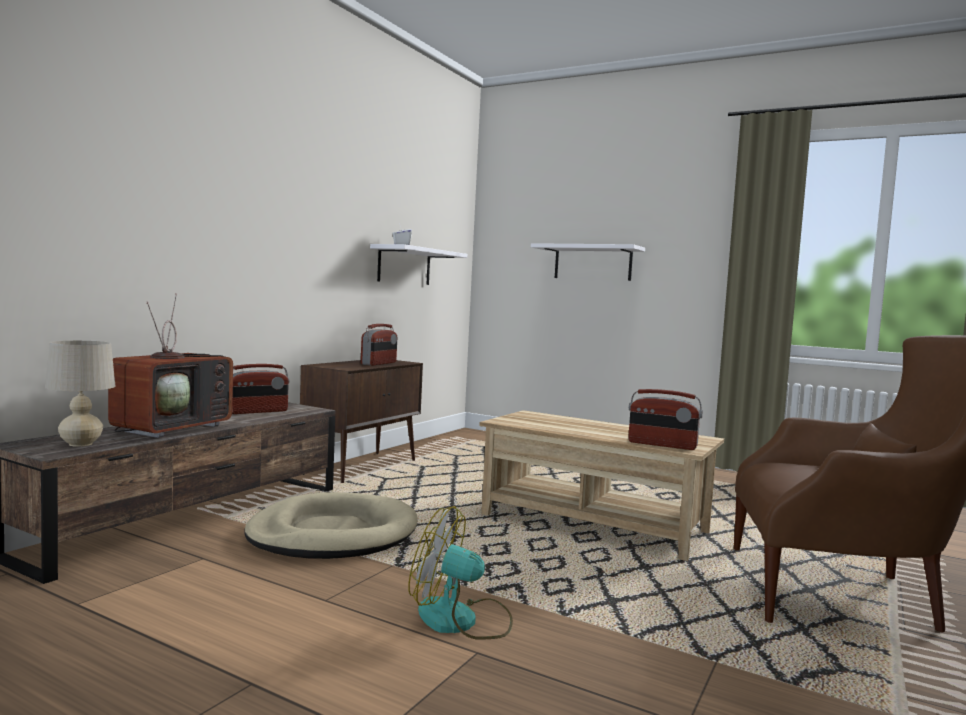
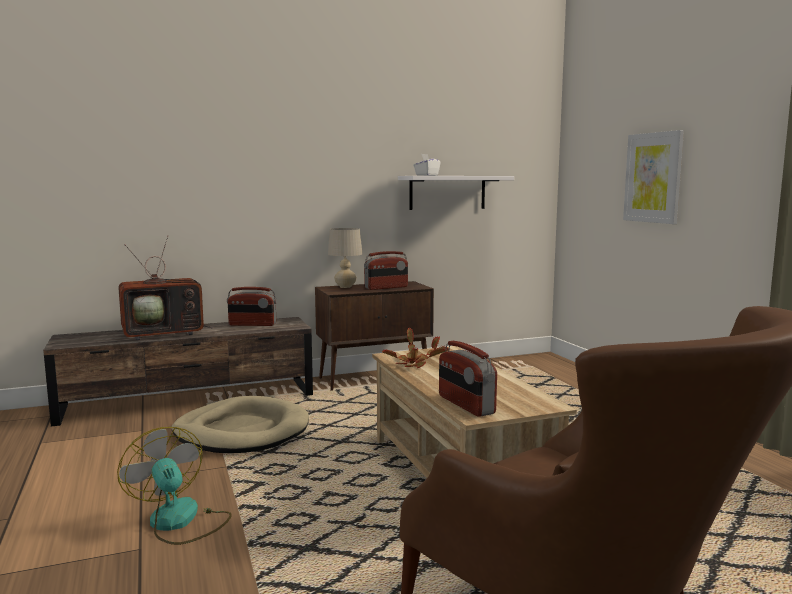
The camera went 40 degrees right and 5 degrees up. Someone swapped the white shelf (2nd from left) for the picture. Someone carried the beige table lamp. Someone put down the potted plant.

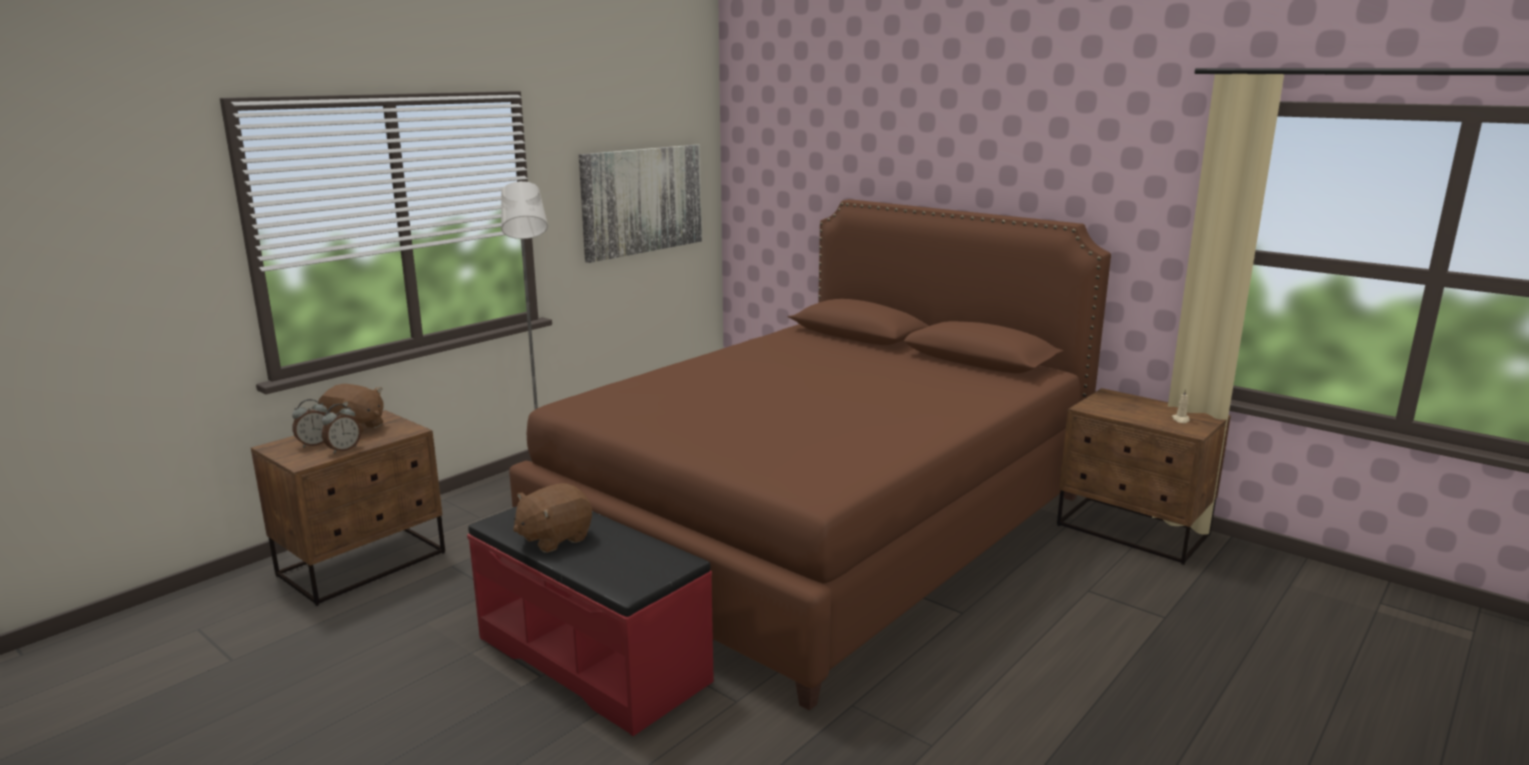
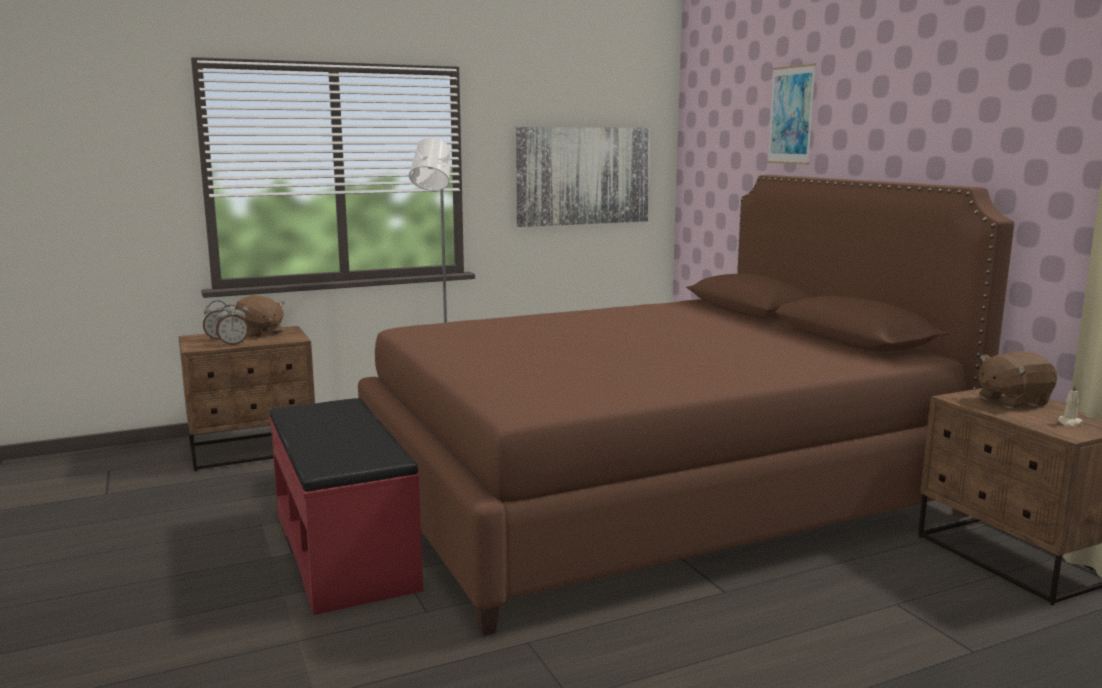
The camera went 25 degrees right and 5 degrees down. Someone carried the brown plush toy (2nd from left). Someone put up the picture (2nd from left).

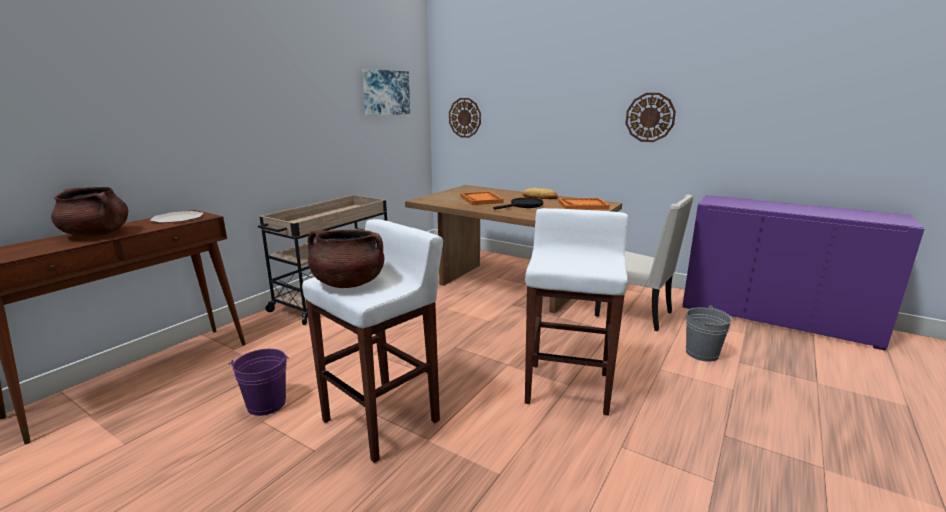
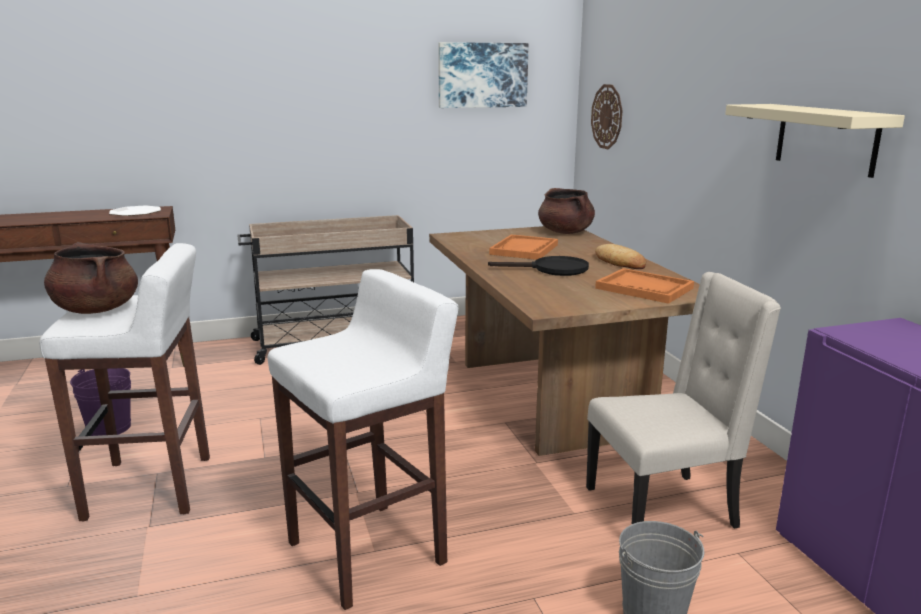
The camera went 40 degrees right and 0 degrees up. Someone swapped the wall clock (2nd from left) for the beige shelf. Someone carried the brown cooking pot (1st from left in the first image). Someone rotated the beige chair by 90 degrees counterclockwise.

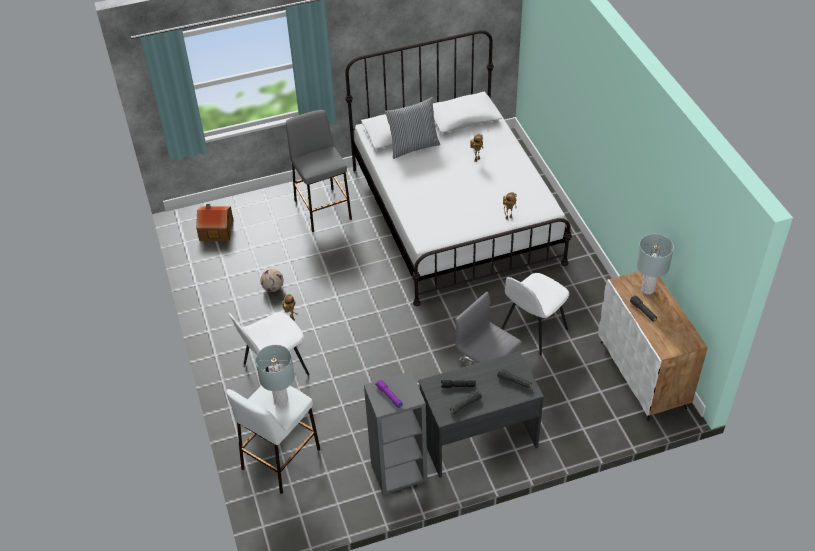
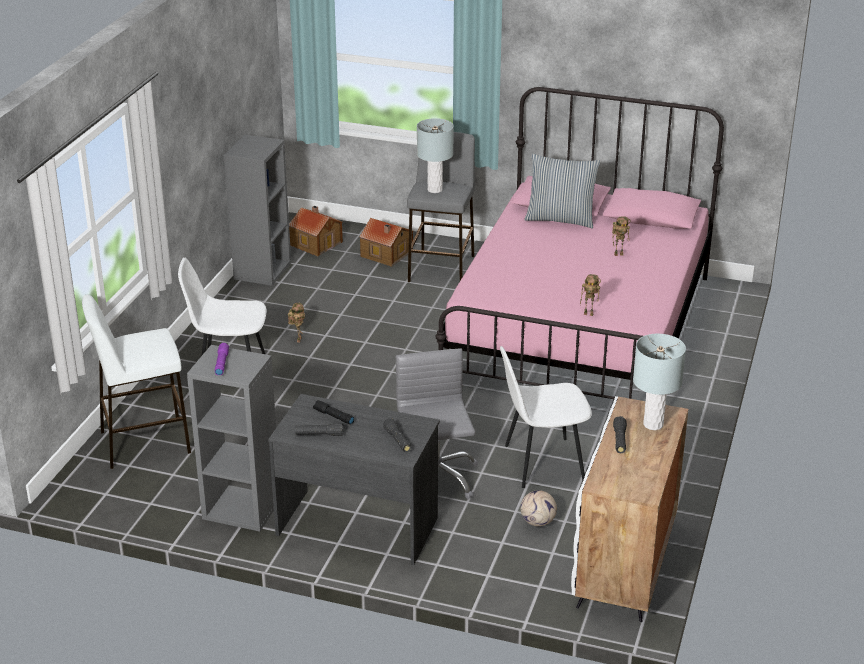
The camera went 35 degrees right and 15 degrees down. Someone repainted the white bed, which became the pink bed. Someone carried the football. Someone carried the grey table lamp (1st from left). Someone put down the grey bookcase (2nd from left). Someone put down the toy house (2nd from left).

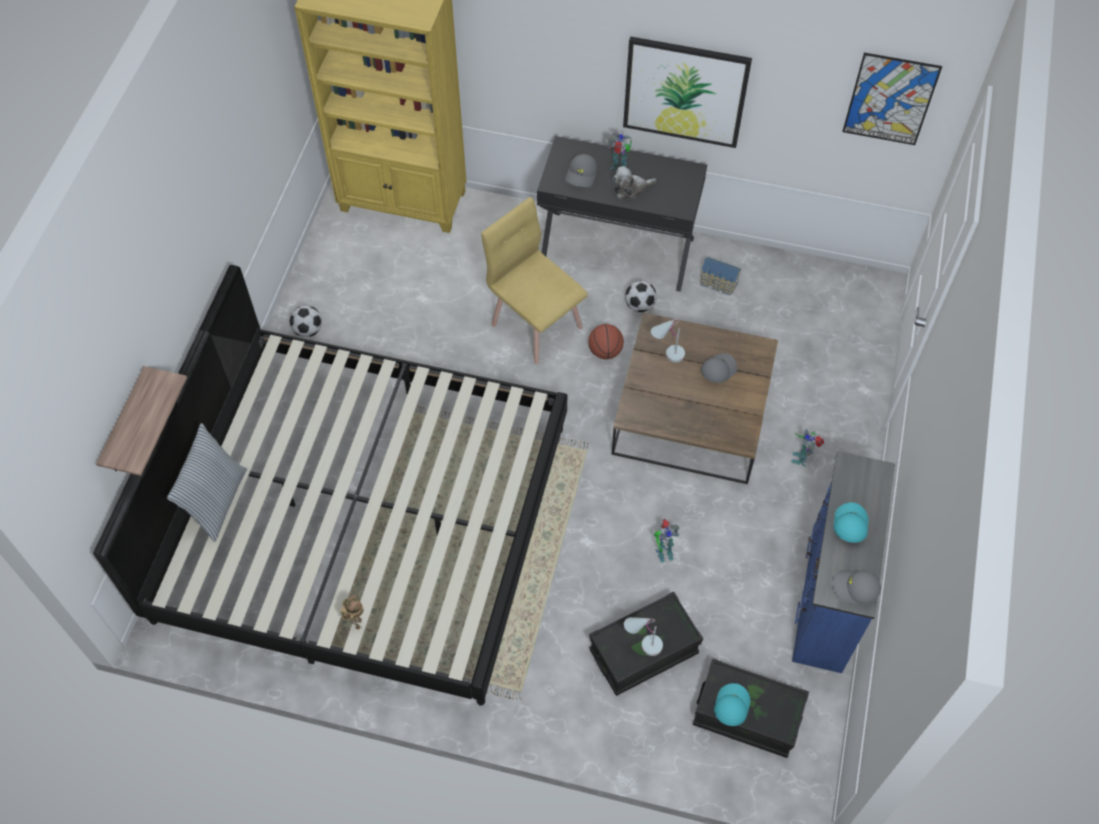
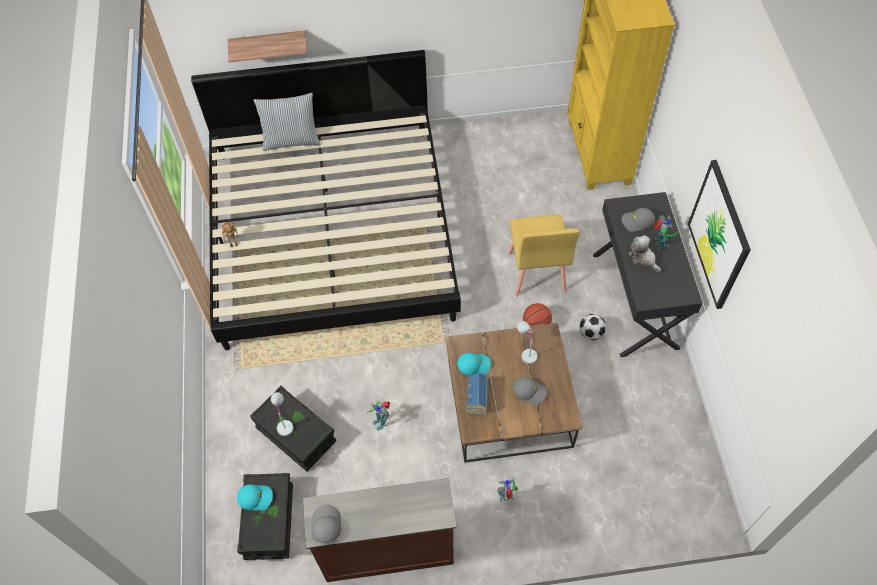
The camera went 70 degrees right and 0 degrees up. Someone took away the picture (2nd from left). Someone rotated the yellow chair by 150 degrees clockwise. Someone carried the toy house. Someone took away the football (1st from left). Someone repainted the blue dresser, which became the brown dresser. Someone carried the turquoise cap (2nd from left).

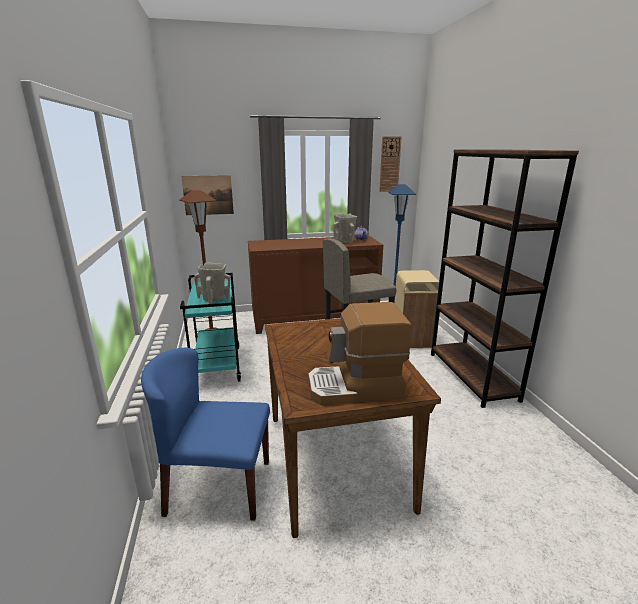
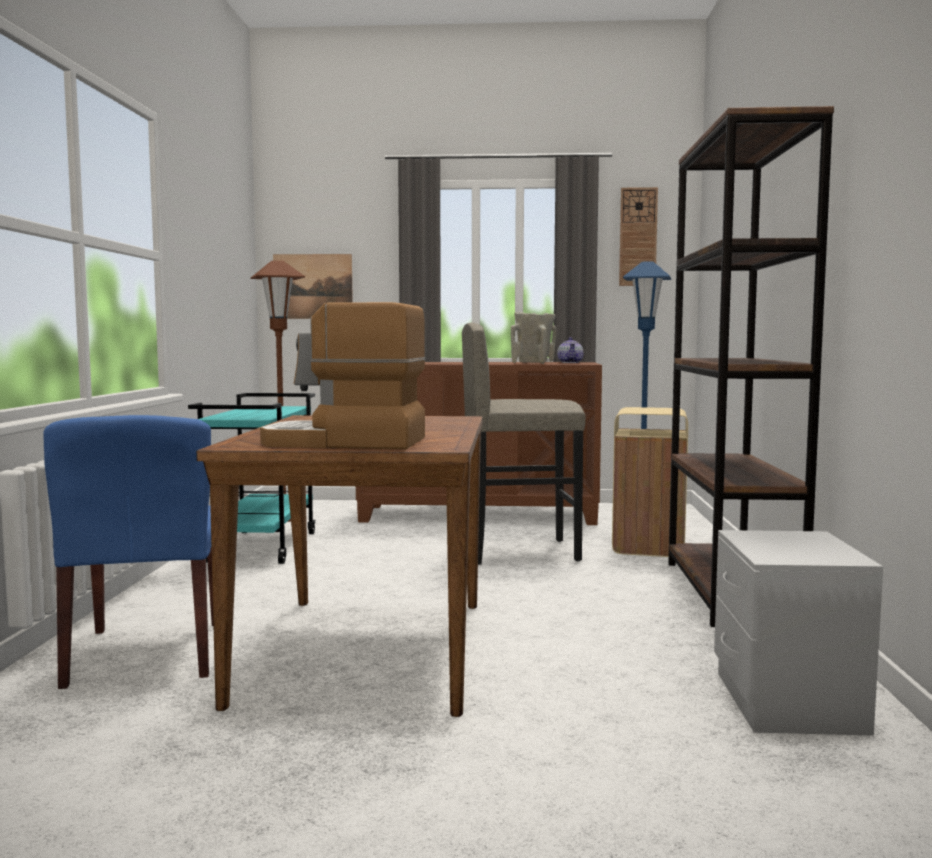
The camera went 15 degrees right and 15 degrees down. Someone took away the beige vase (1st from left). Someone rotated the blue chair by 120 degrees counterclockwise. Someone put down the grey nightstand.

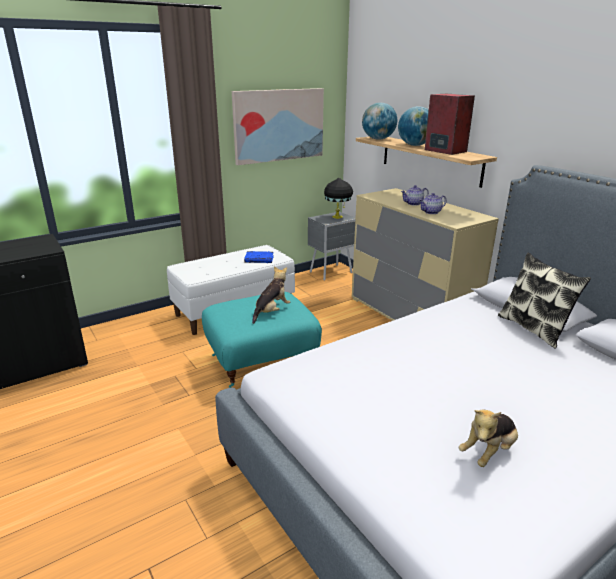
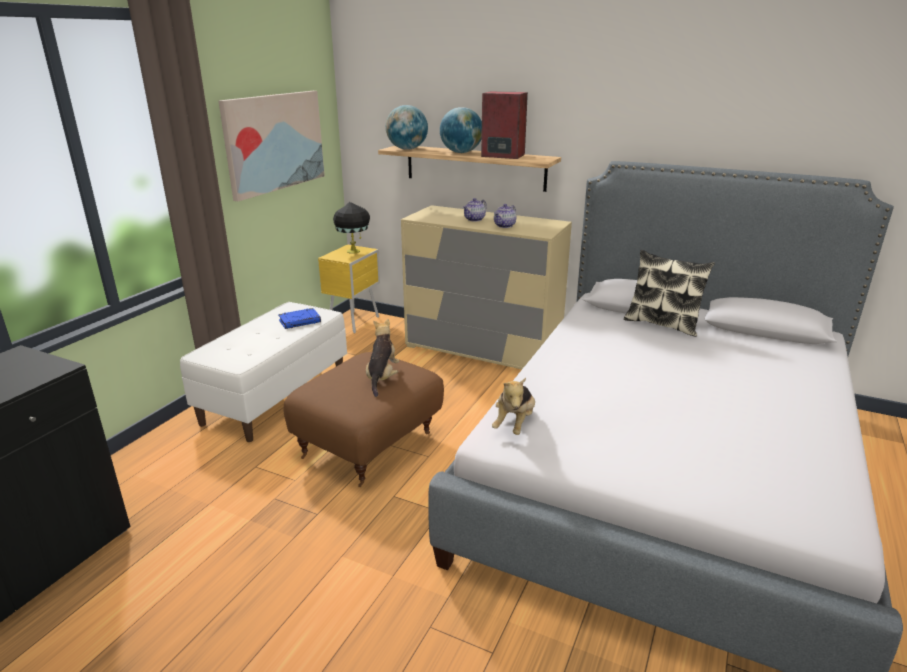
The camera went 30 degrees left and 0 degrees up. Someone repainted the grey nightstand, which became the yellow nightstand. Someone repainted the turquoise ottoman, which became the brown ottoman. Someone carried the plush toy (2nd from left).

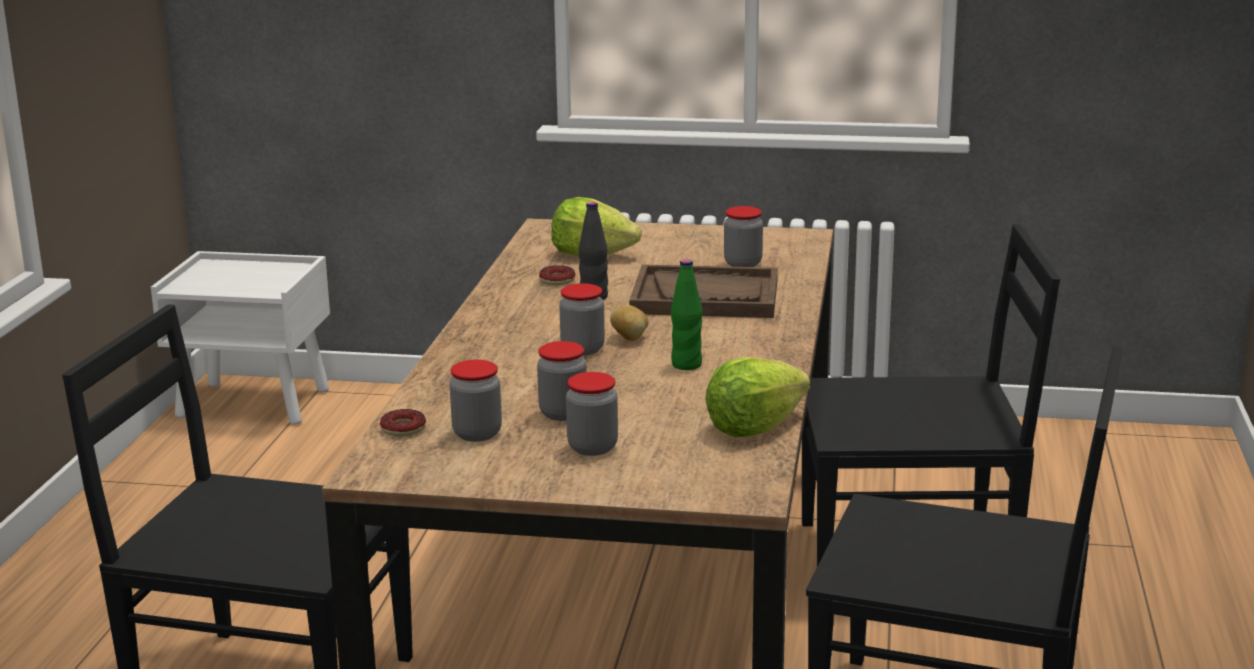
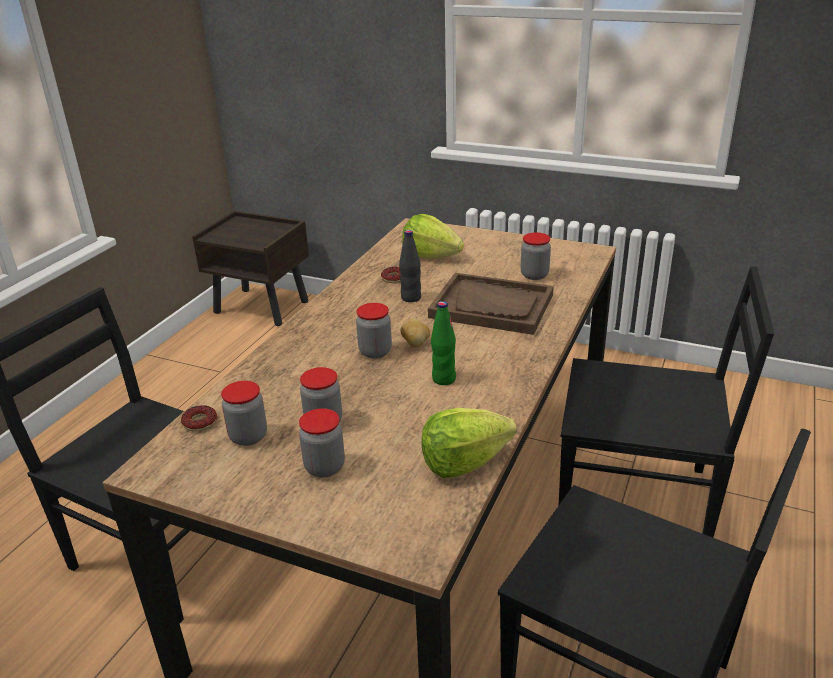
The camera went 15 degrees right and 10 degrees up. Someone repainted the white nightstand, which became the brown nightstand.

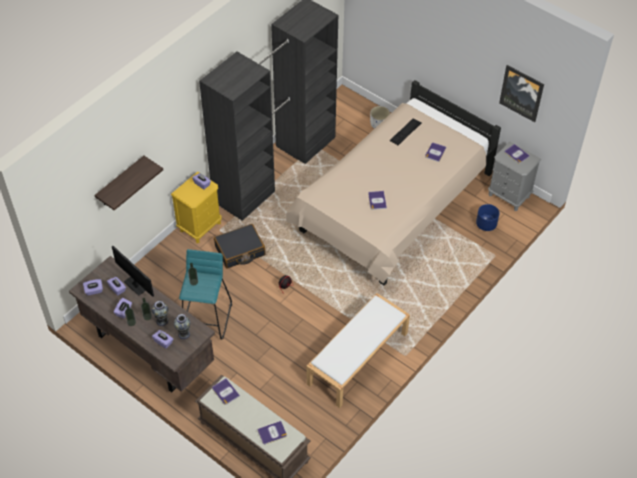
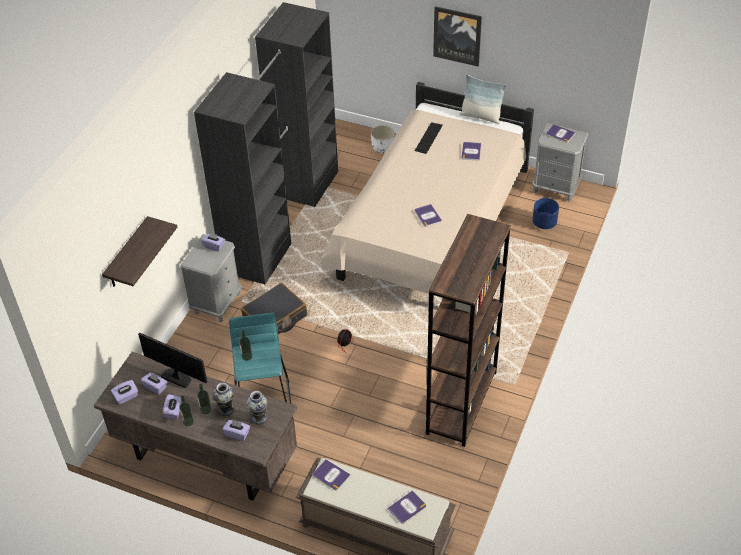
The camera went 15 degrees left and 5 degrees down. Someone carried the picture. Someone repainted the yellow nightstand, which became the grey nightstand (1st from left). Someone swapped the white bench for the brown bookcase. Someone put down the pillow.

